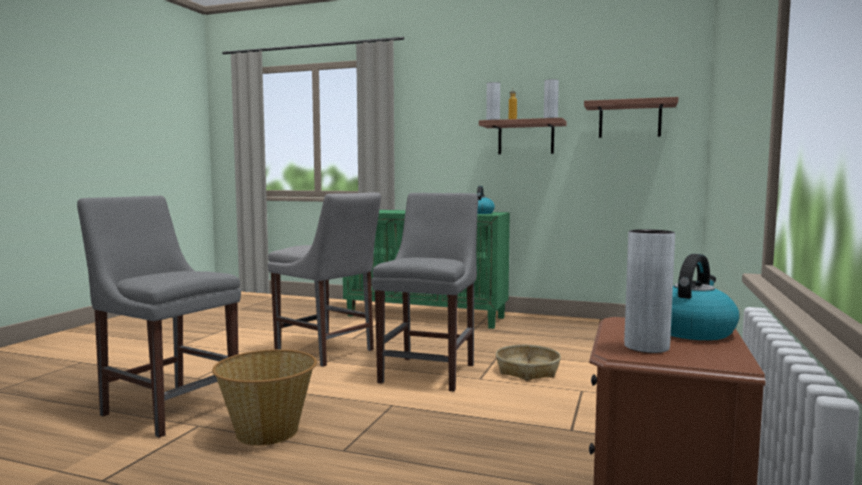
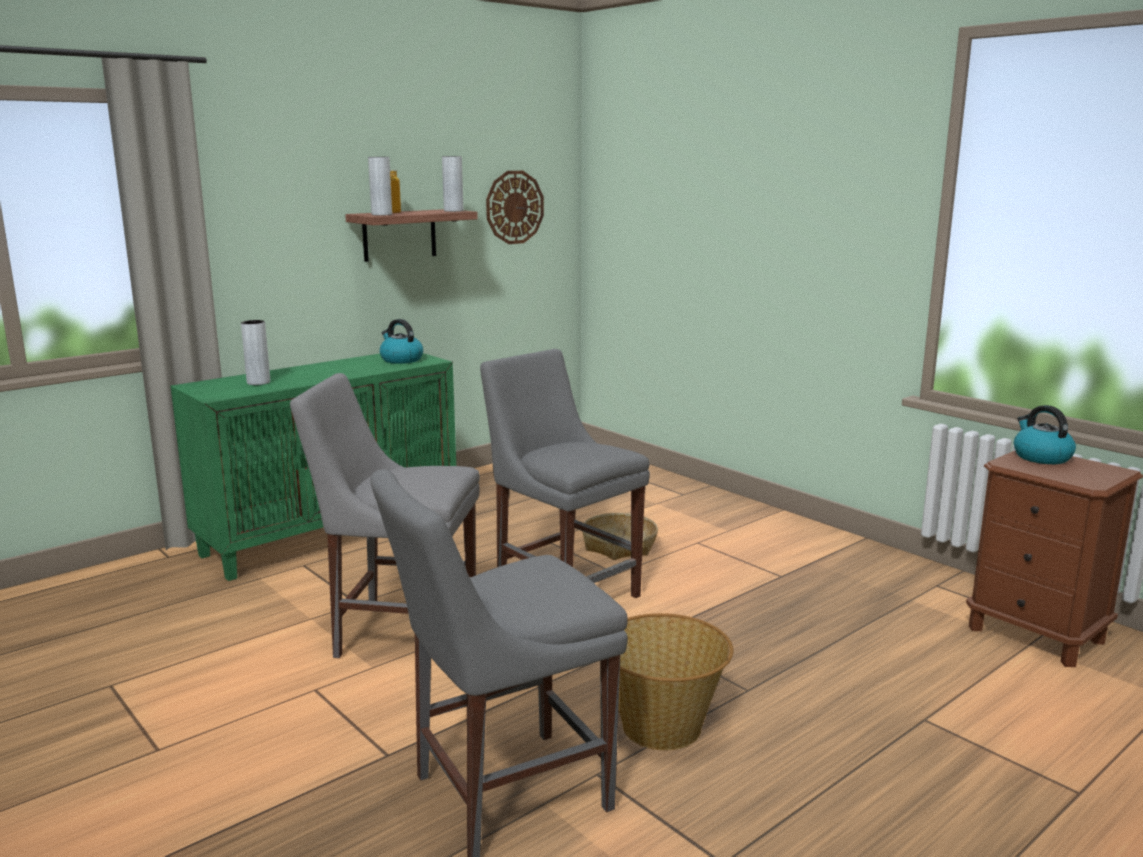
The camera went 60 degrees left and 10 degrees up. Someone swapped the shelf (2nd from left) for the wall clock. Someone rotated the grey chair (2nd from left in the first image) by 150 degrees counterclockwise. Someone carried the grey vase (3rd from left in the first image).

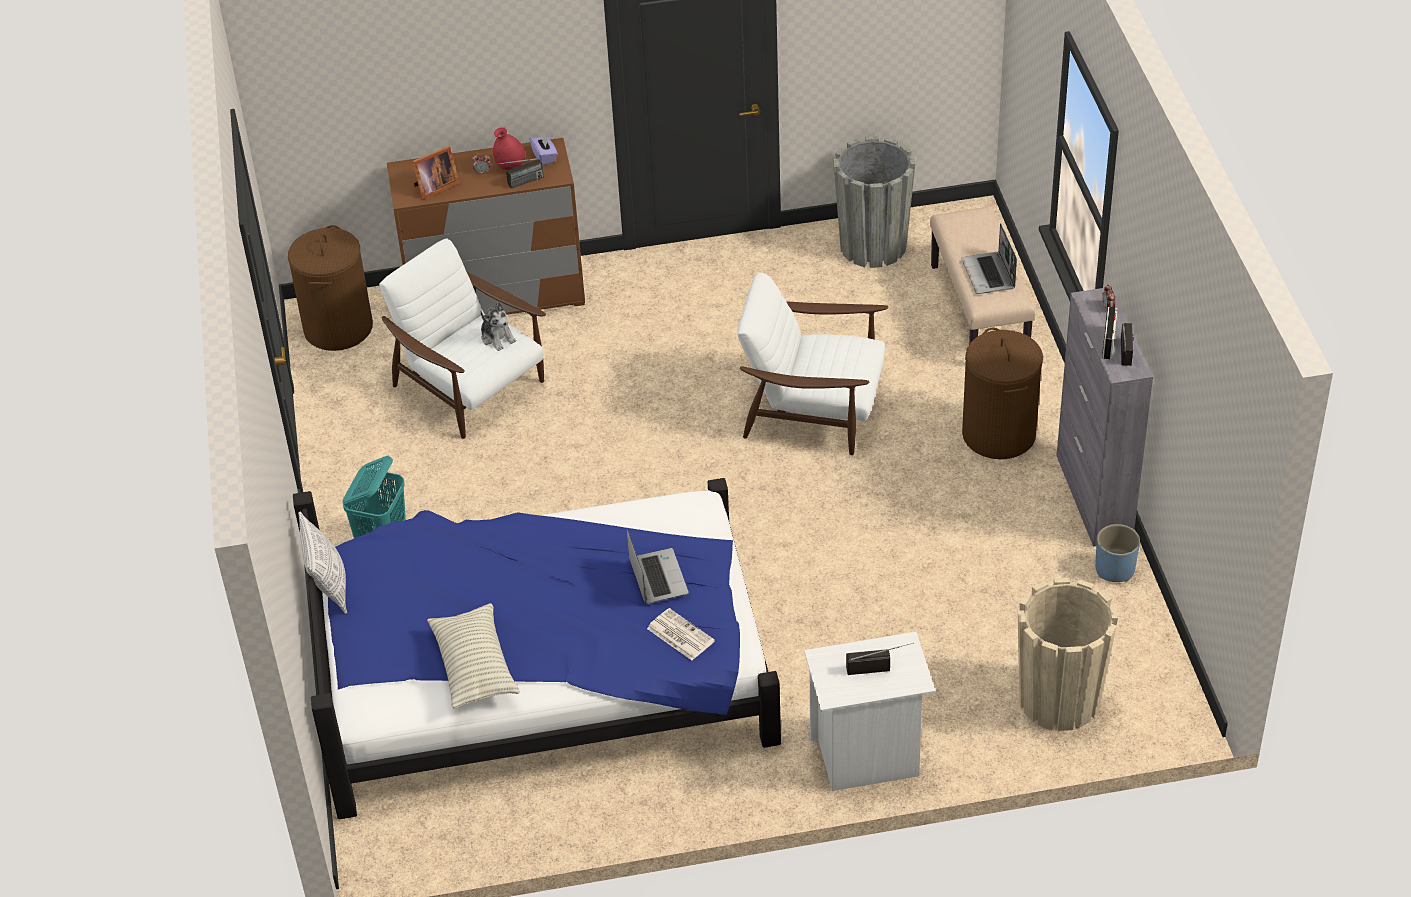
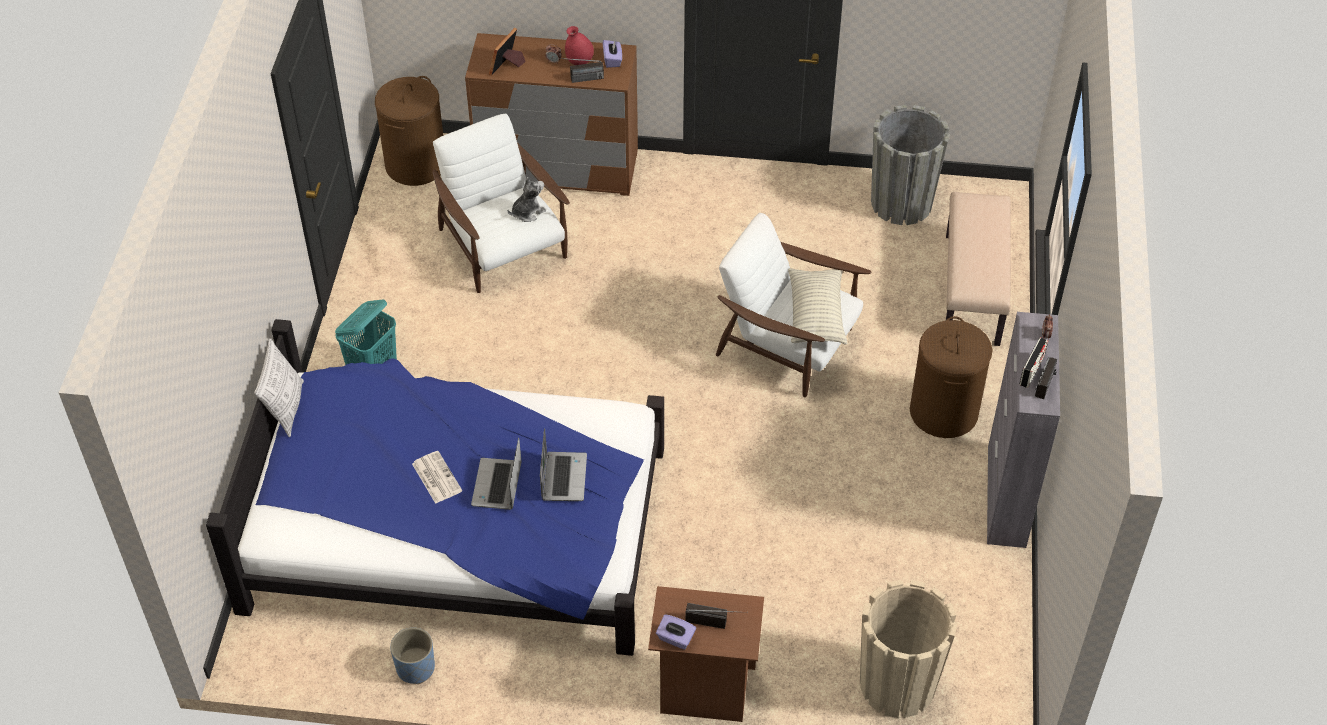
The camera went 15 degrees right and 5 degrees up. Someone rotated the picture frame by 135 degrees clockwise. Someone carried the laptop (2nd from left in the first image). Someone rotated the plush toy by 105 degrees counterclockwise. Someone carried the blue planter. Someone carried the pillow (2nd from left). Someone carried the newspaper. Someone repainted the white nightstand, which became the brown nightstand. Someone put down the purple tissue box (2nd from left).

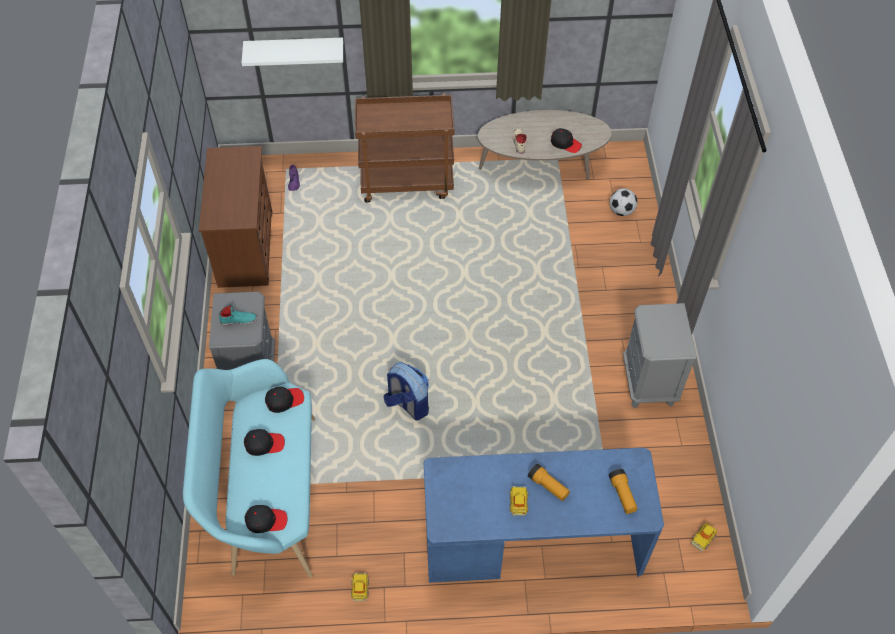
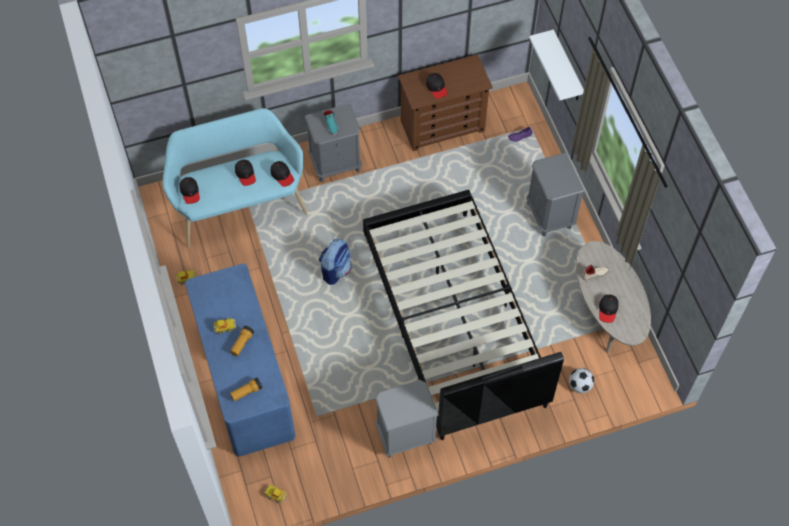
The camera went 75 degrees right and 5 degrees up. Someone swapped the brown cart for the grey nightstand (3rd from left). Someone put down the black cap (4th from left). Someone put down the black bed.

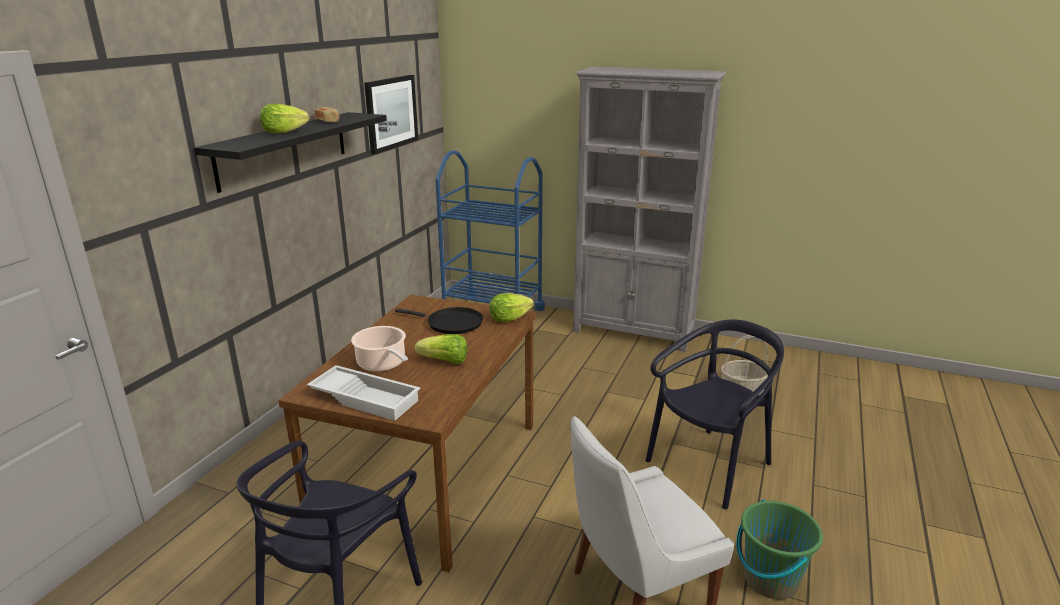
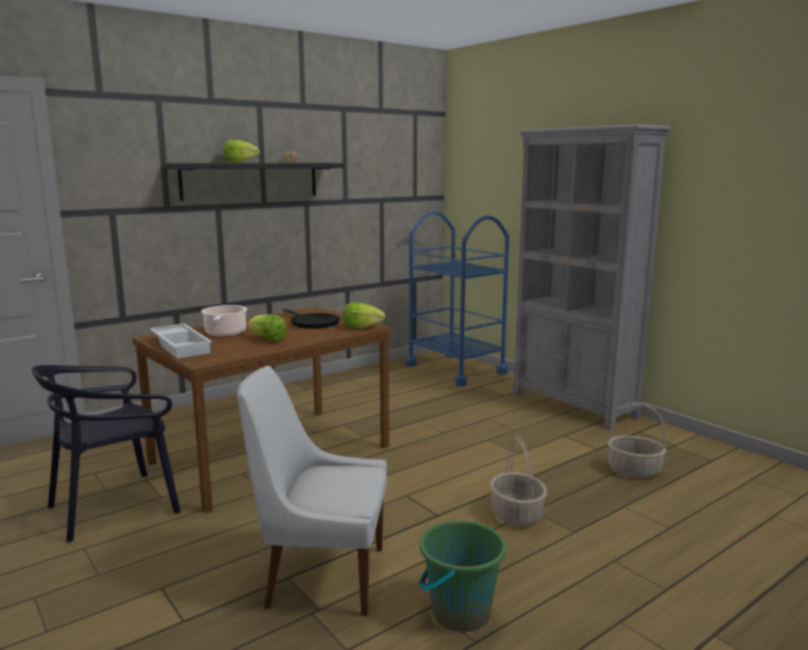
The camera went 30 degrees right and 10 degrees down. Someone took away the picture. Someone swapped the black chair (2nd from left) for the basket (1st from left).

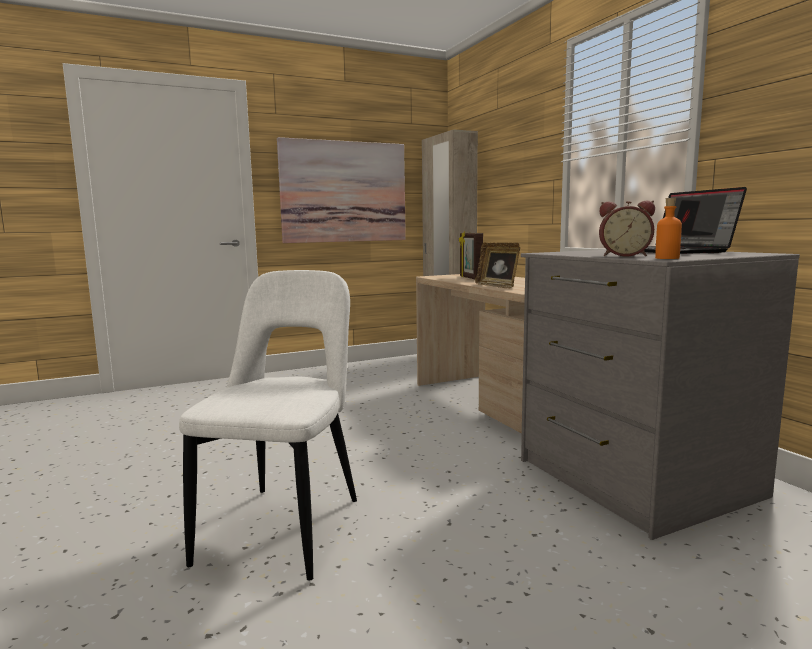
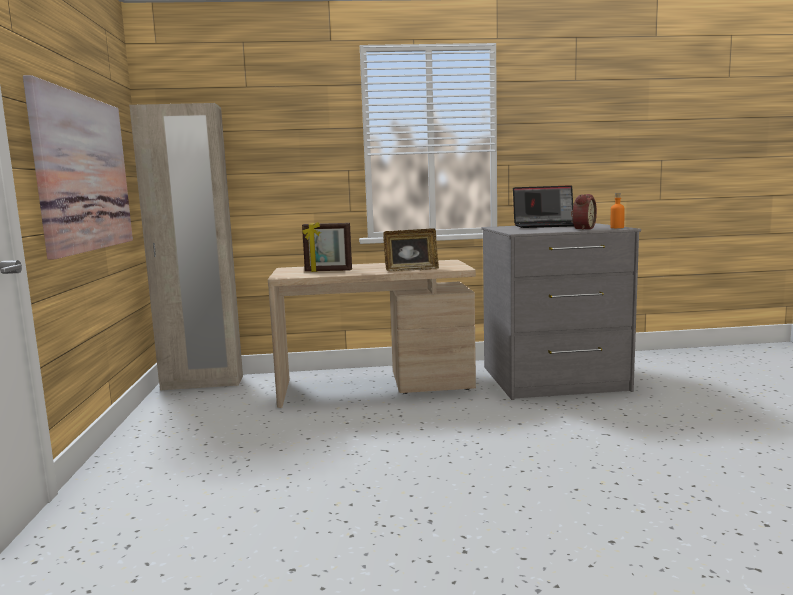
The camera went 70 degrees left and 0 degrees up. Someone took away the white chair.

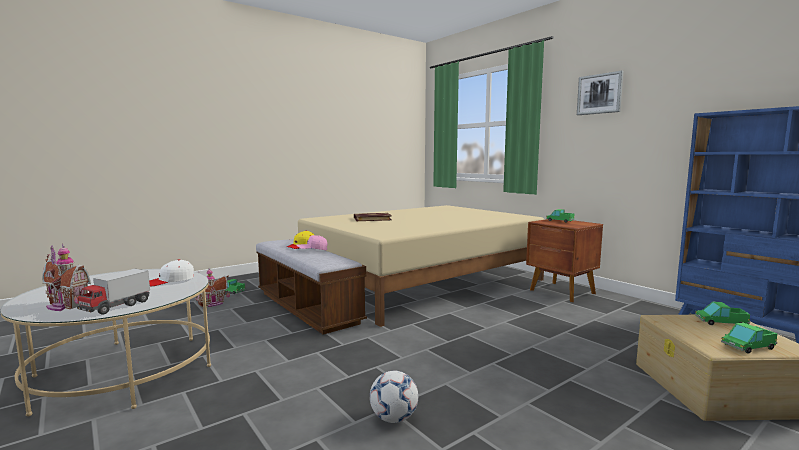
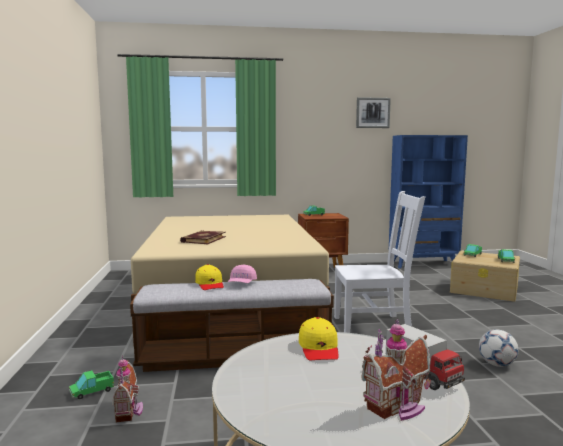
The camera went 60 degrees left and 0 degrees up. Someone carried the picture. Someone repainted the white cap, which became the yellow cap (2nd from left). Someone put down the white chair.

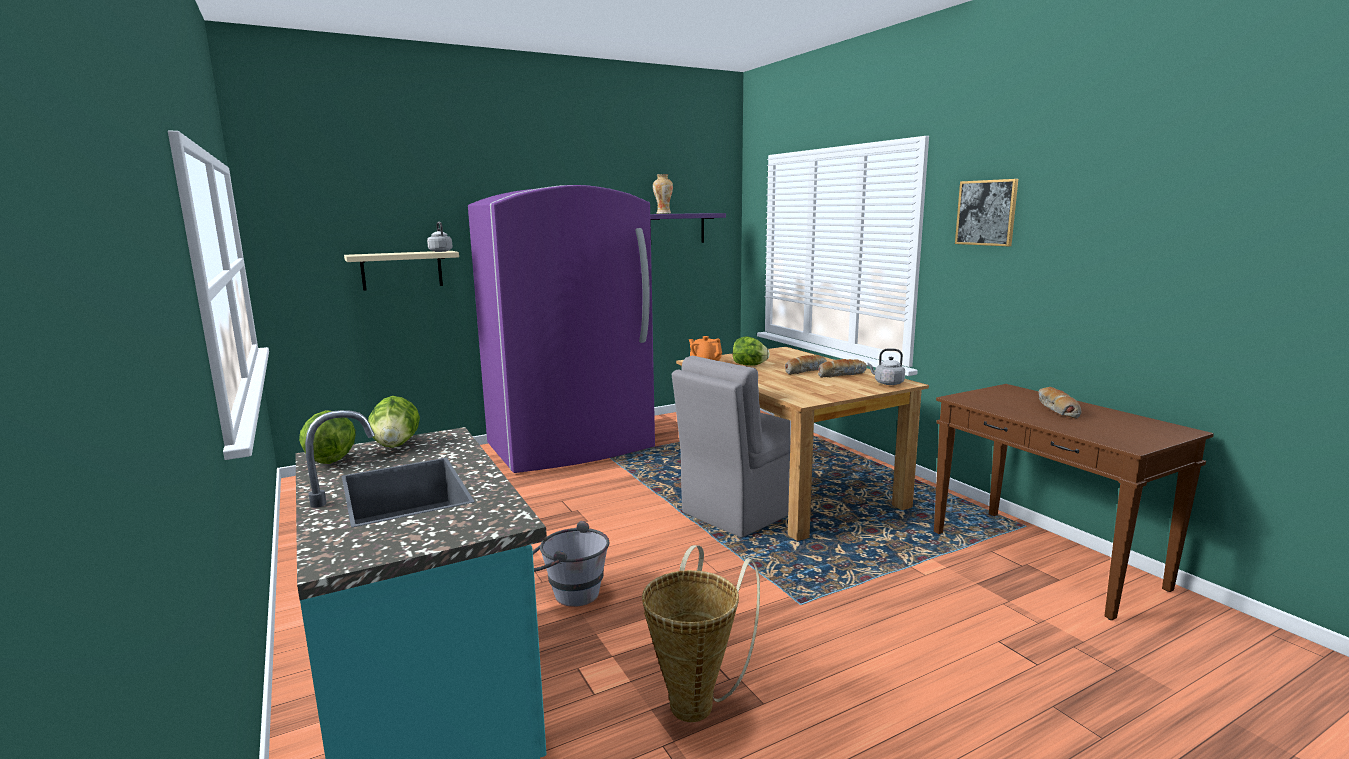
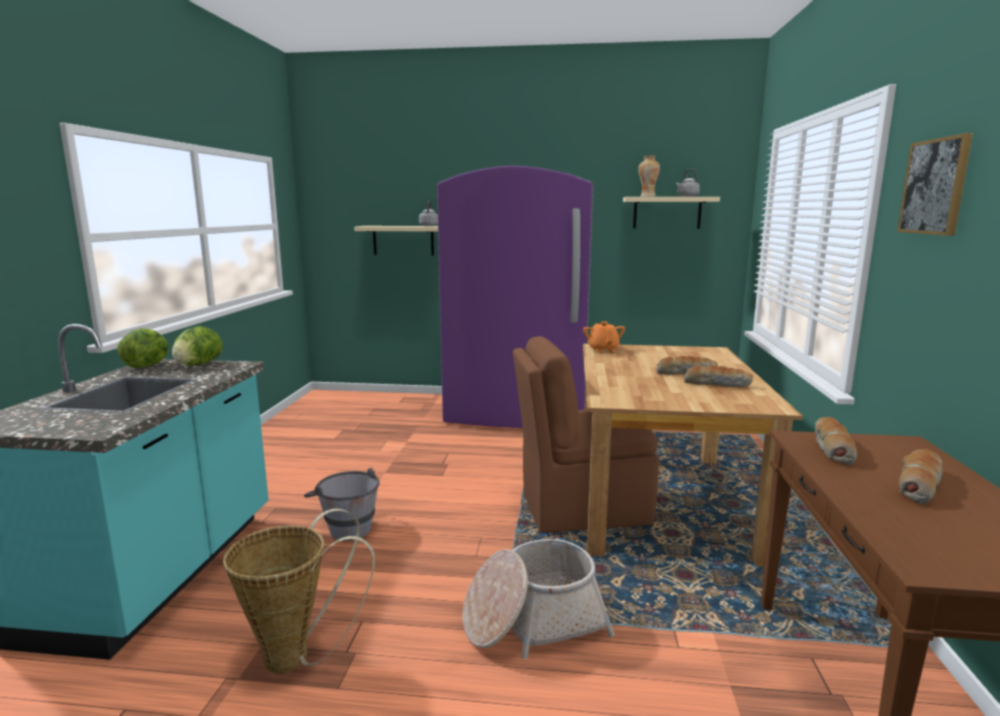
The camera went 35 degrees right and 0 degrees up. Someone repainted the purple shelf, which became the beige shelf (2nd from left). Someone took away the lettuce (3rd from left). Someone carried the grey kettle (2nd from left). Someone repainted the grey chair, which became the brown chair. Someone put down the bread (3rd from left). Someone put down the basket (2nd from left).

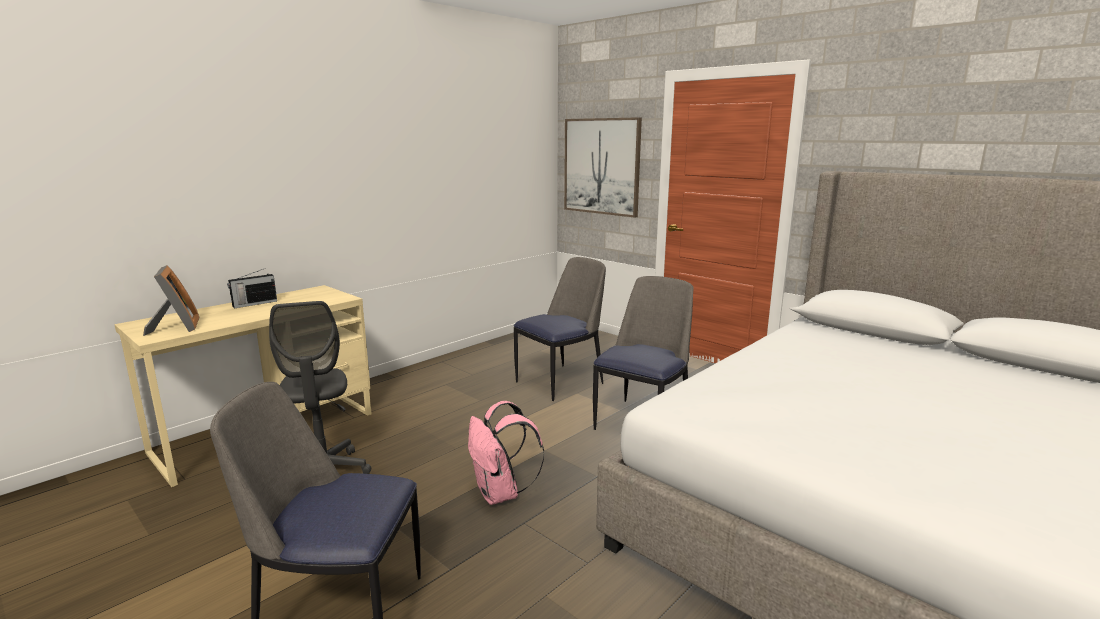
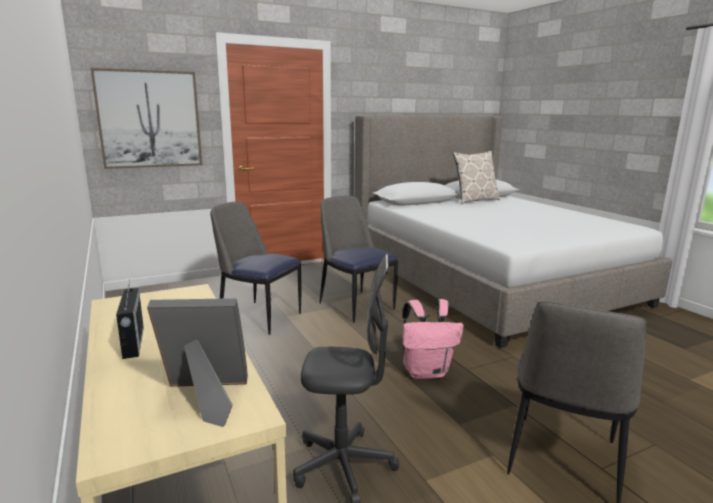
The camera went 70 degrees left and 0 degrees up. Someone rotated the chair (2nd from left in the first image) by 45 degrees counterclockwise. Someone put down the pillow.

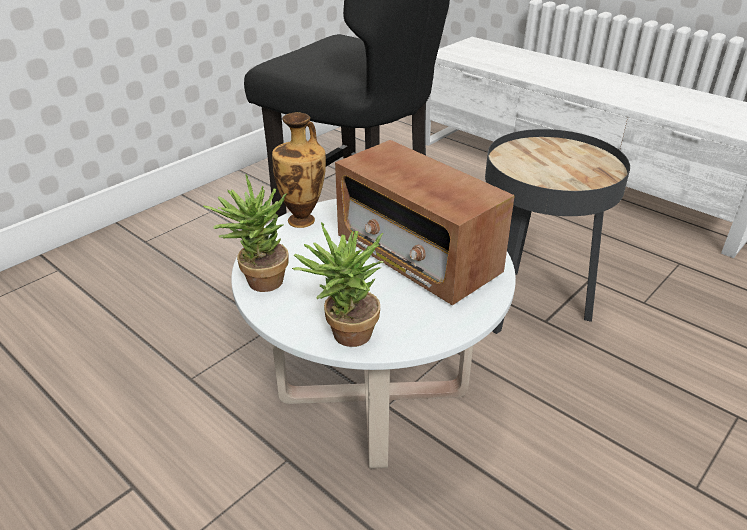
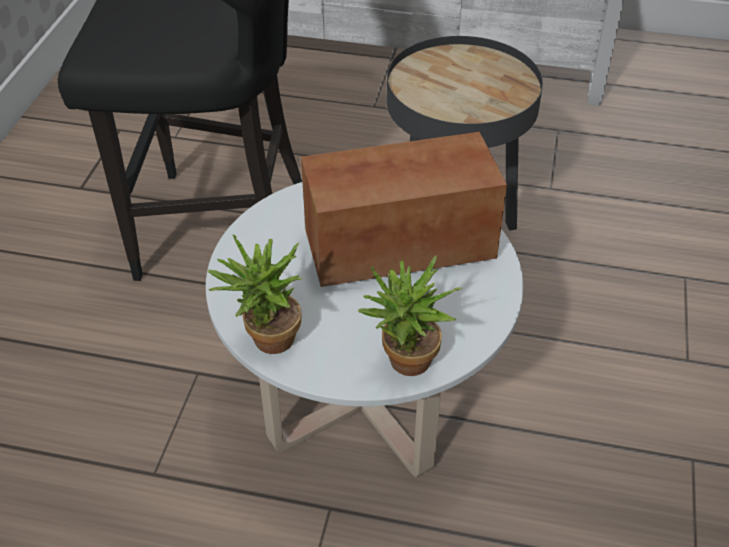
The camera went 30 degrees left and 10 degrees up. Someone took away the vase. Someone rotated the radio by 150 degrees clockwise.

